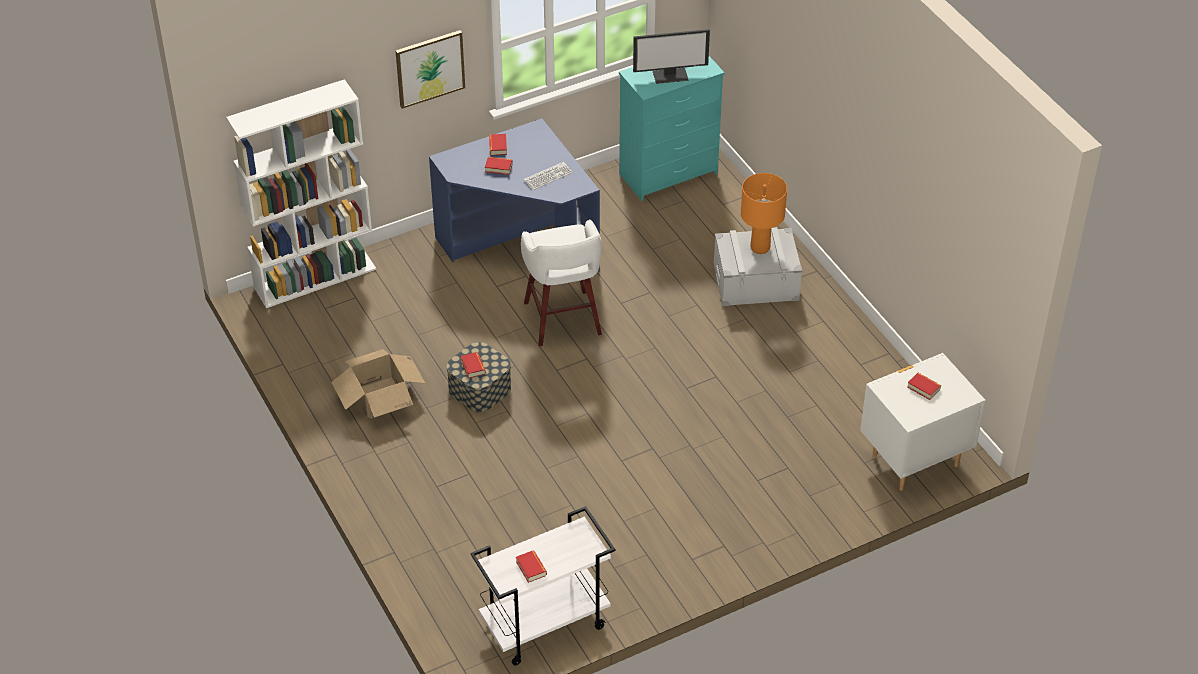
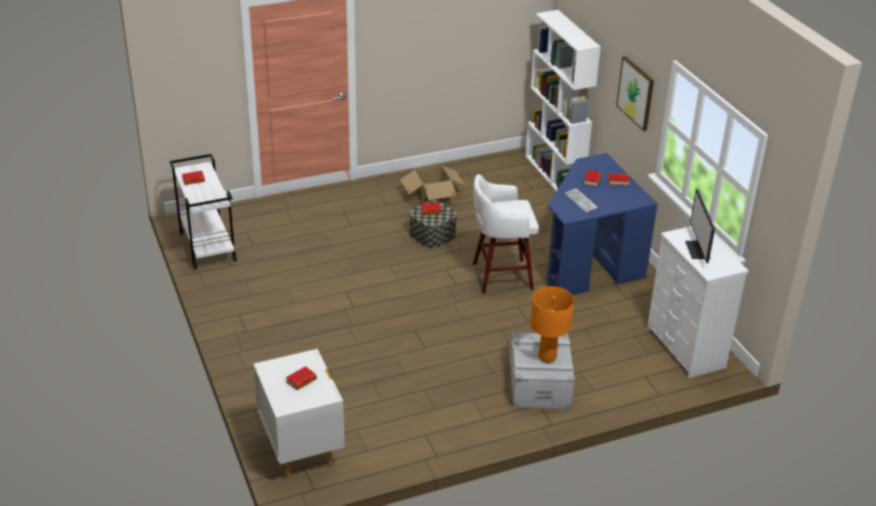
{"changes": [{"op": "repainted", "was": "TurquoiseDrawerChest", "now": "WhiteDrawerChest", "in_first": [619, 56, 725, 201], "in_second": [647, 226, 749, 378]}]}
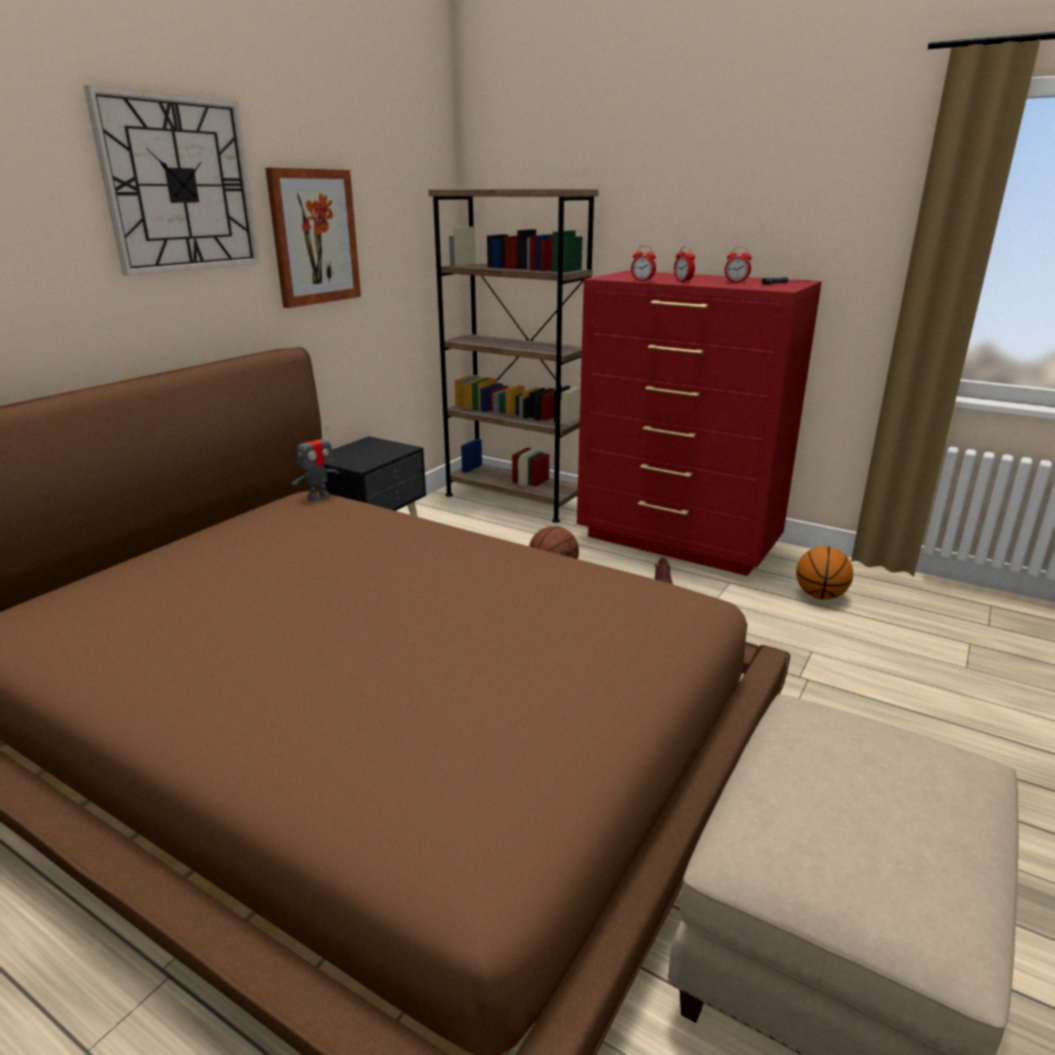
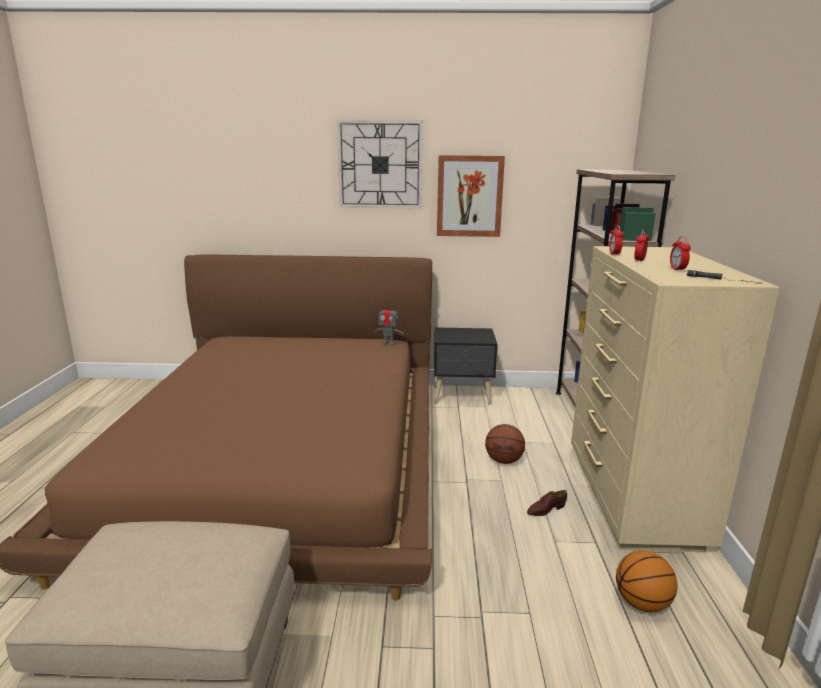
{"changes": [{"op": "repainted", "was": "RedDrawerChest", "now": "BeigeColouredDrawerChest", "in_first": [577, 271, 822, 576], "in_second": [571, 246, 780, 552]}]}
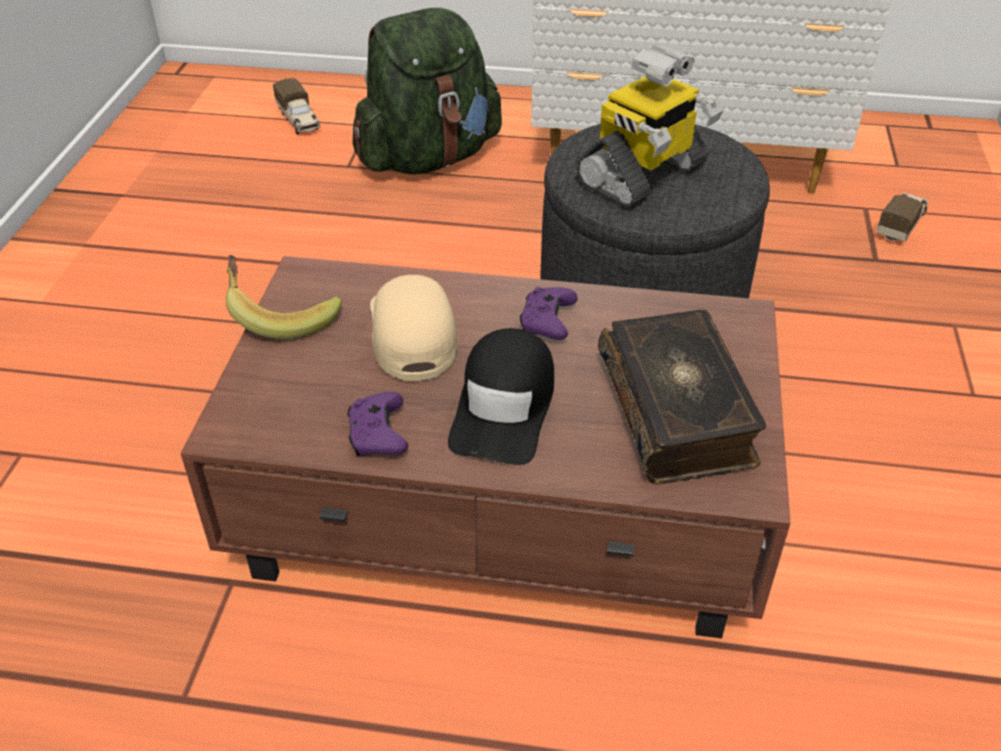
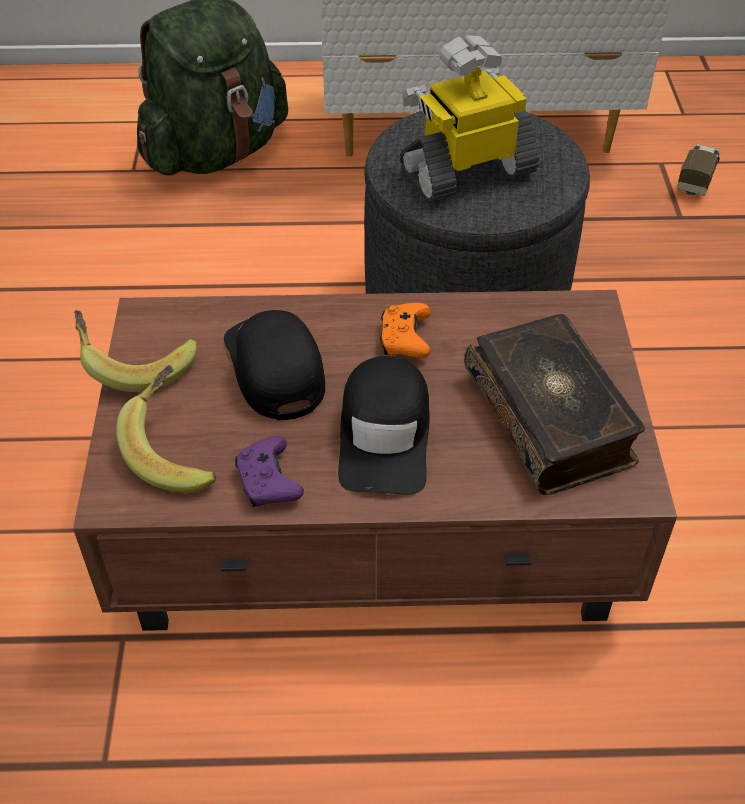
{"changes": [{"op": "gone", "was": "ModelTruck", "in_first": [273, 78, 321, 134]}, {"op": "new", "now": "Banana", "in_second": [116, 365, 216, 493]}, {"op": "repainted", "was": "BeigeColouredBaseballCap", "now": "BlackColouredBaseballCap", "in_first": [370, 275, 458, 381], "in_second": [224, 310, 325, 420]}, {"op": "repainted", "was": "PurpleGameController", "now": "OrangeyGameController", "in_first": [520, 287, 578, 340], "in_second": [380, 303, 431, 358]}, {"op": "rotated", "was": "ToyRobot", "in_first": [576, 45, 724, 208], "in_second": [400, 35, 539, 202], "clockwise": -150}]}
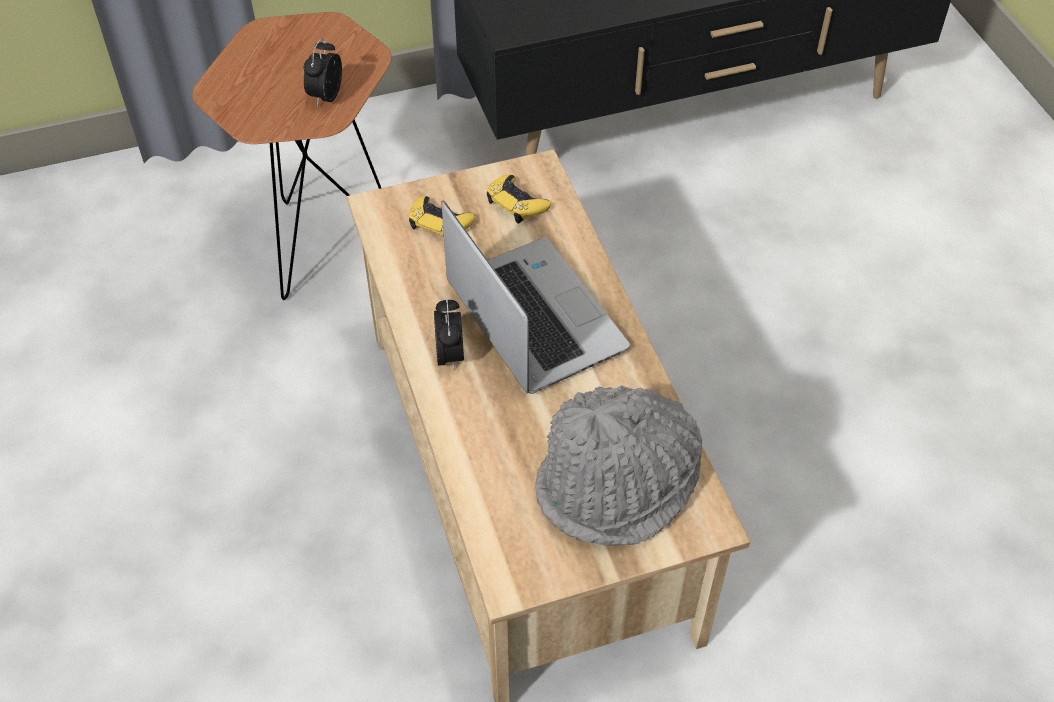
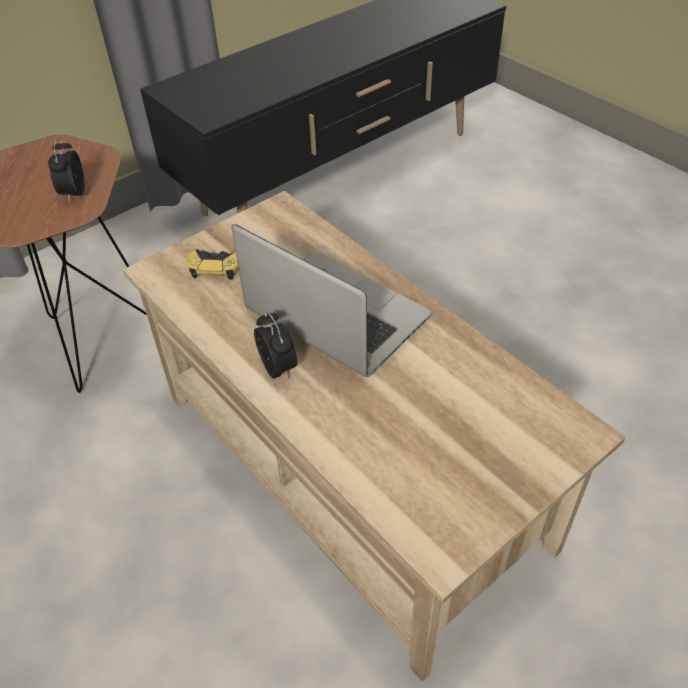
{"changes": [{"op": "gone", "was": "YellowGameController", "in_first": [487, 175, 551, 223]}, {"op": "gone", "was": "GrayClothingHat", "in_first": [536, 385, 702, 546]}]}
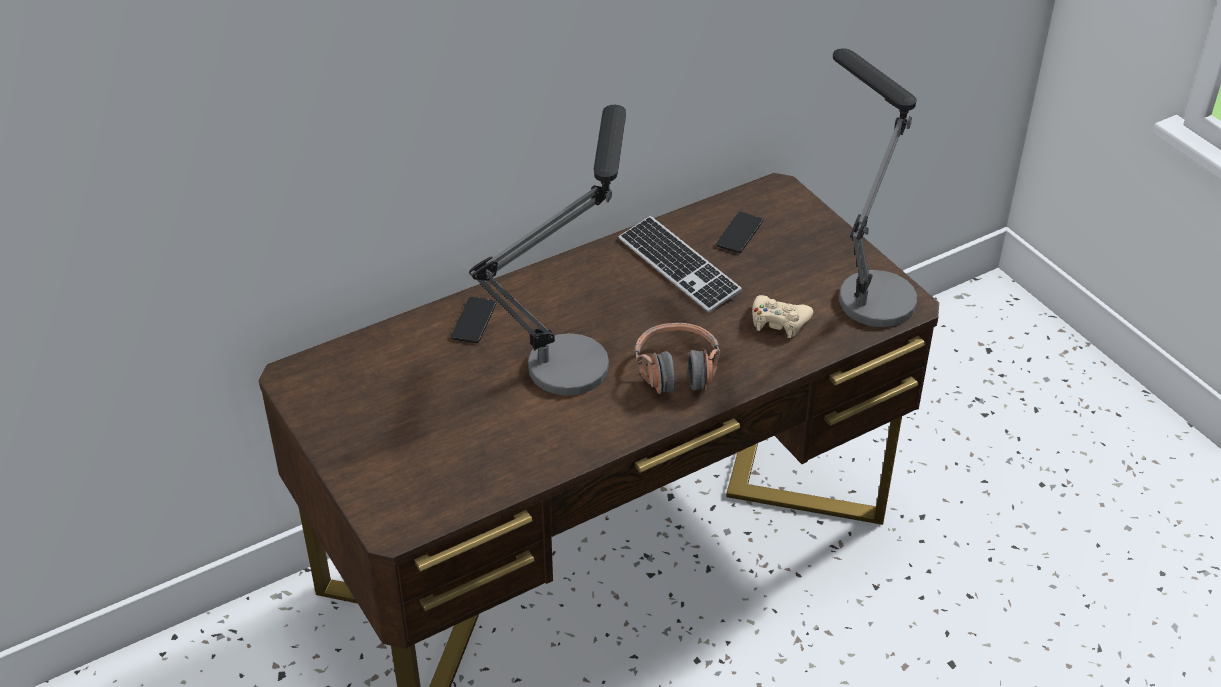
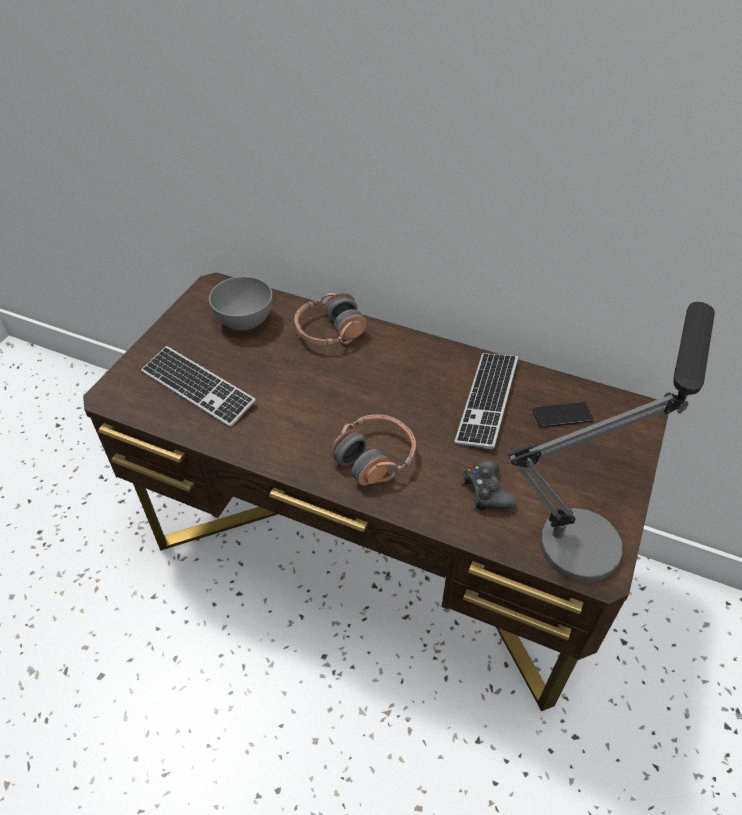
{"changes": [{"op": "gone", "was": "TabletopLamp", "in_first": [469, 105, 626, 396]}, {"op": "new", "now": "ComputerKeyboard", "in_second": [141, 346, 256, 427]}, {"op": "new", "now": "GrayServingBowl", "in_second": [209, 276, 273, 330]}, {"op": "swapped", "was": "Handset", "now": "PairOfHeadphones", "in_first": [451, 297, 497, 343], "in_second": [294, 293, 367, 346]}, {"op": "repainted", "was": "BeigeColouredGameController", "now": "BlackColouredGameController", "in_first": [752, 295, 813, 338], "in_second": [462, 460, 517, 510]}]}
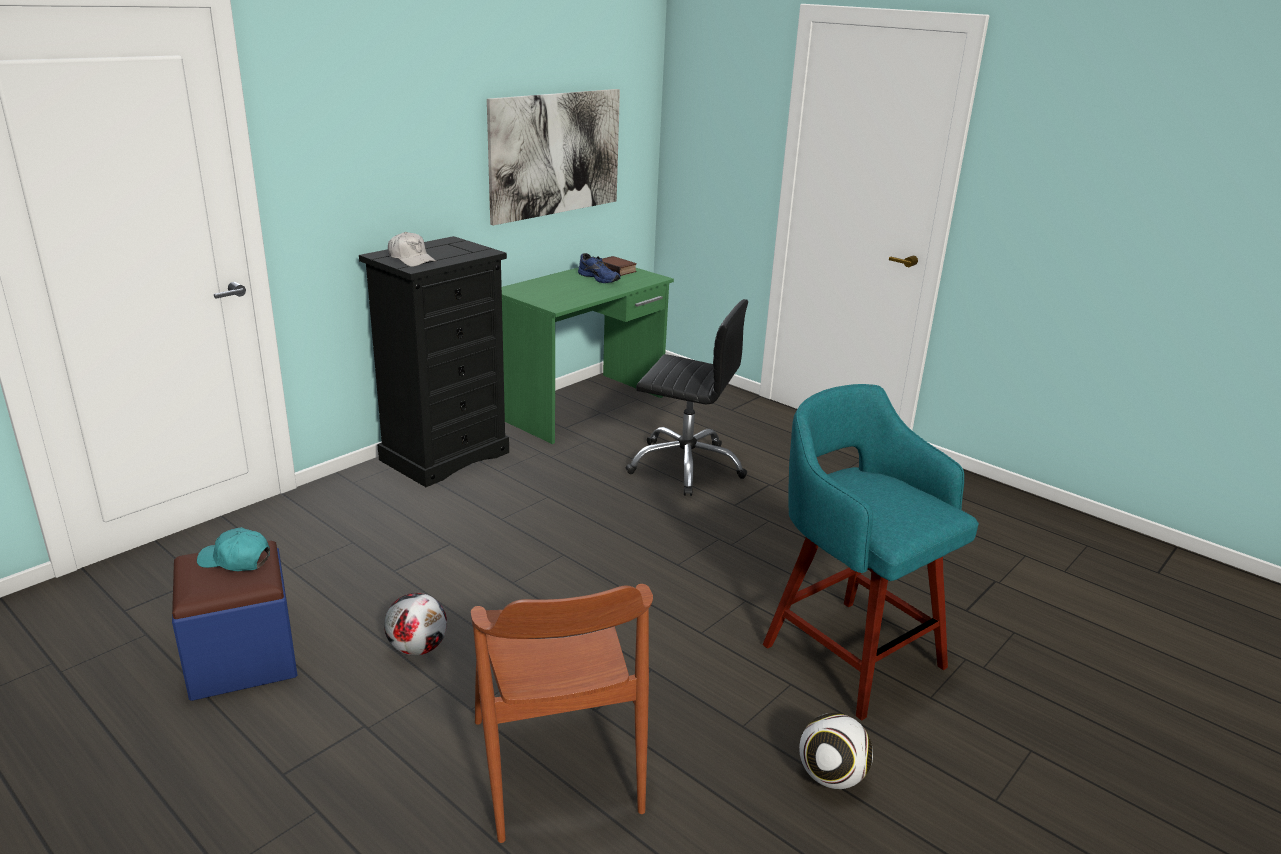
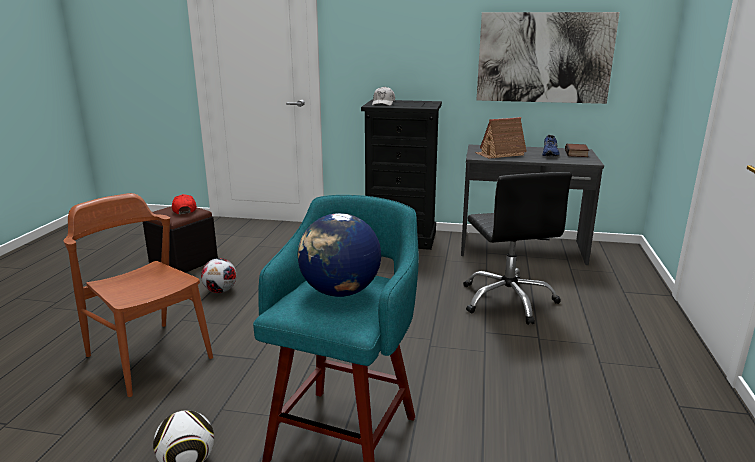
{"changes": [{"op": "new", "now": "Globe", "in_second": [298, 213, 381, 297]}, {"op": "new", "now": "ModelHouse", "in_second": [475, 117, 527, 159]}, {"op": "repainted", "was": "BlueOttoman", "now": "BlackColouredOttoman", "in_first": [172, 541, 297, 701], "in_second": [143, 206, 218, 273]}, {"op": "repainted", "was": "TurquoiseBaseballCap", "now": "RedBaseballCap", "in_first": [197, 527, 270, 571], "in_second": [172, 194, 197, 214]}, {"op": "repainted", "was": "GreenColouredDesk", "now": "GrayDesk", "in_first": [502, 267, 674, 444], "in_second": [461, 145, 604, 265]}, {"op": "rotated", "was": "BrownPlainChair", "in_first": [471, 584, 653, 843], "in_second": [64, 193, 213, 397], "clockwise": 90}]}
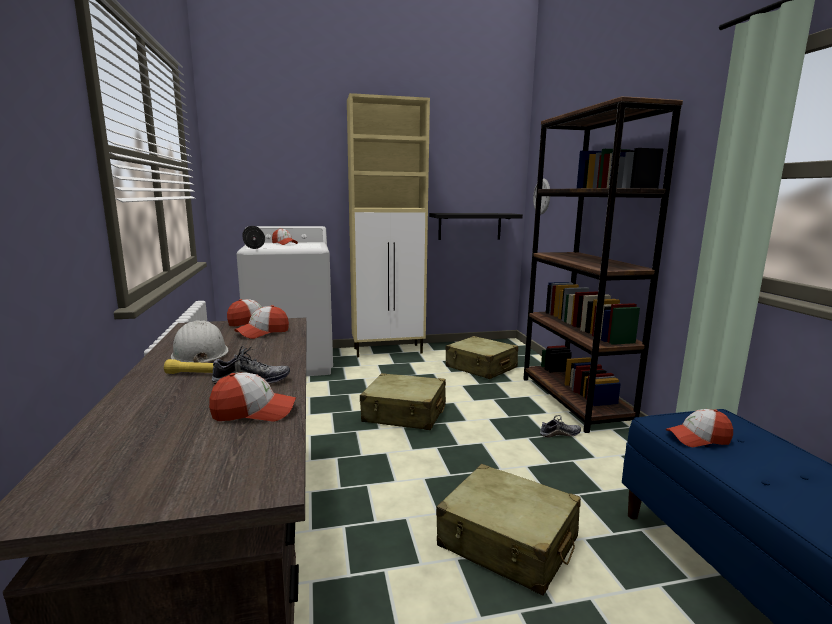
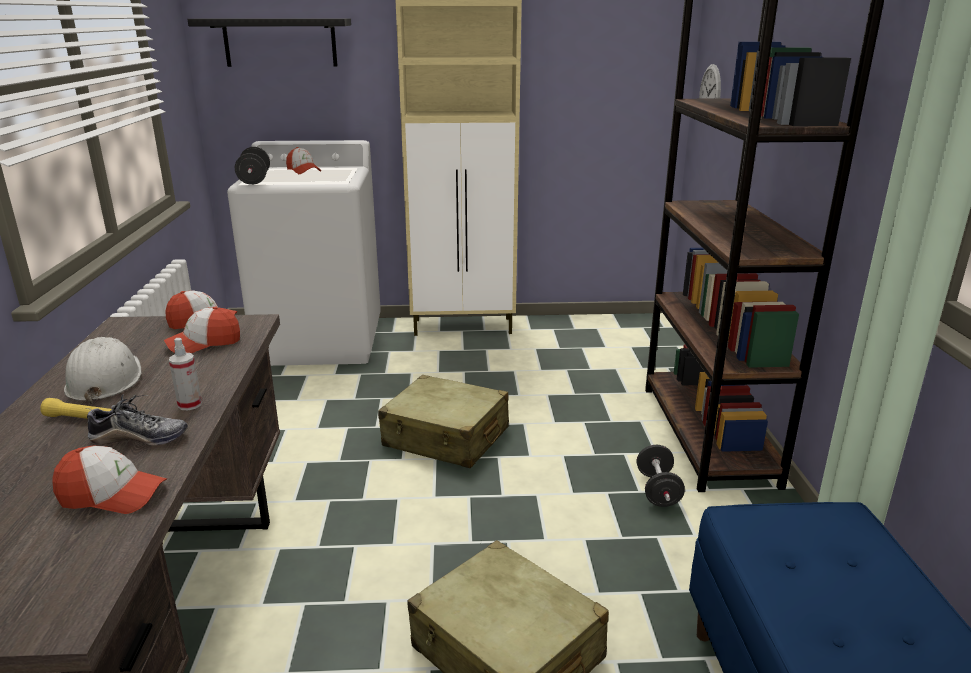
{"changes": [{"op": "gone", "was": "BeigeColouredTravelCase", "in_first": [446, 336, 518, 379]}, {"op": "gone", "was": "BaseballCap", "in_first": [666, 409, 733, 447]}, {"op": "new", "now": "HandSprayer", "in_second": [169, 338, 202, 410]}, {"op": "shifted", "was": "BlackColouredWallShelf", "in_first": [429, 213, 523, 240], "in_second": [187, 18, 351, 67]}, {"op": "swapped", "was": "Shoe", "now": "BlackColouredFreeWeight", "in_first": [540, 415, 581, 438], "in_second": [637, 445, 685, 507]}]}
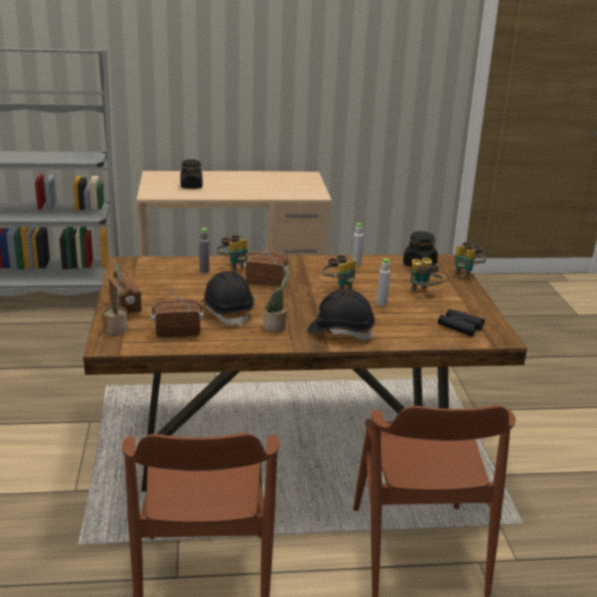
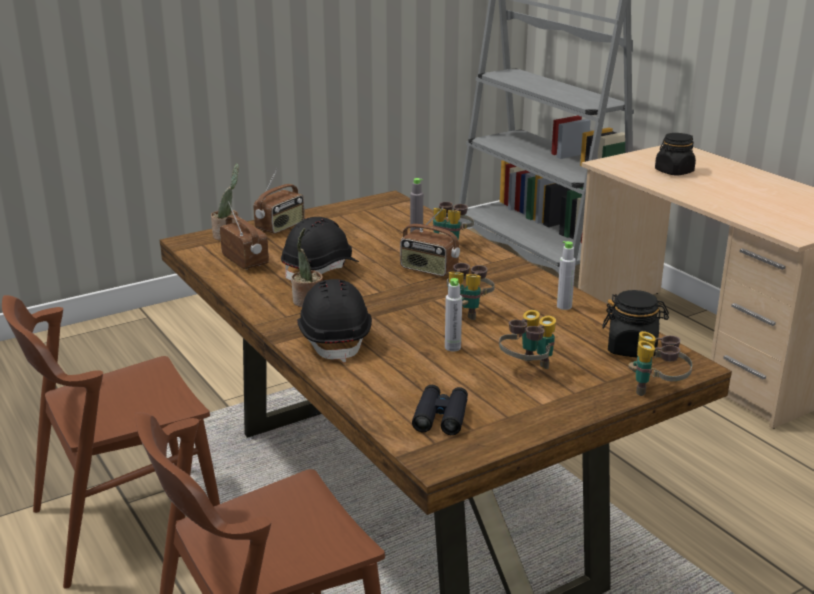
{"changes": [{"op": "rotated", "was": "RadioSet", "in_first": [243, 241, 289, 287], "in_second": [400, 208, 460, 276], "clockwise": 135}]}
